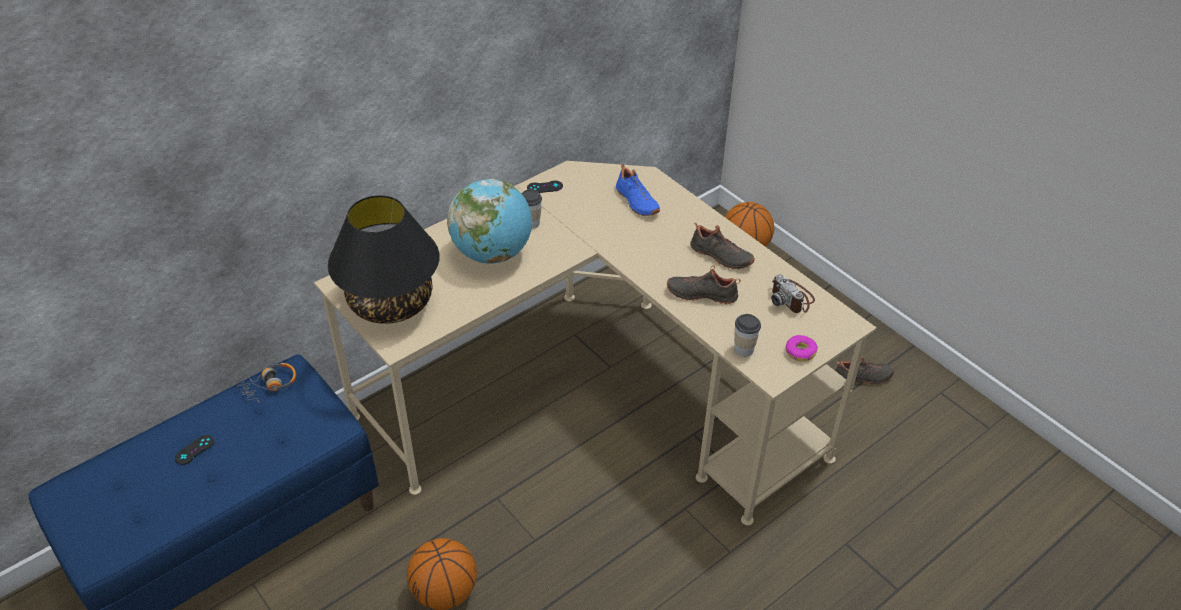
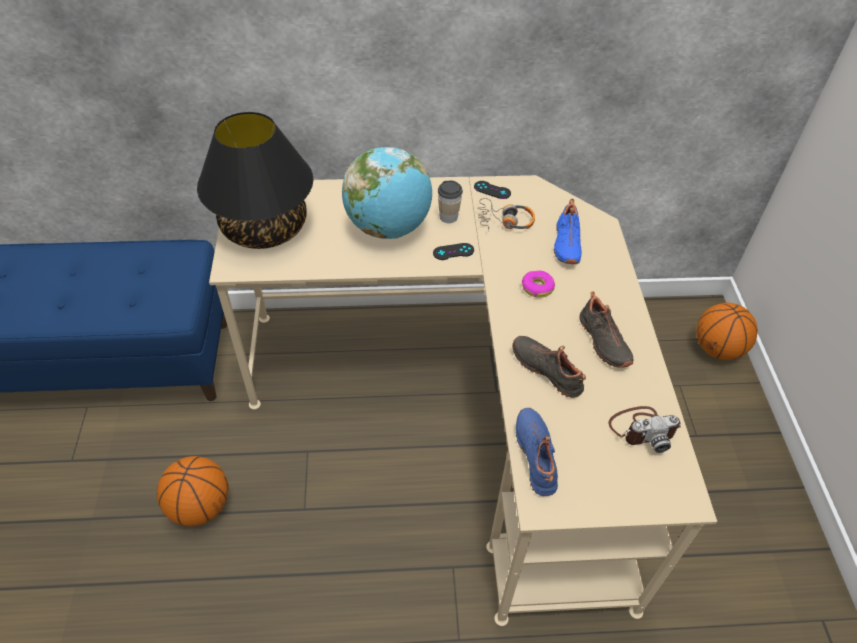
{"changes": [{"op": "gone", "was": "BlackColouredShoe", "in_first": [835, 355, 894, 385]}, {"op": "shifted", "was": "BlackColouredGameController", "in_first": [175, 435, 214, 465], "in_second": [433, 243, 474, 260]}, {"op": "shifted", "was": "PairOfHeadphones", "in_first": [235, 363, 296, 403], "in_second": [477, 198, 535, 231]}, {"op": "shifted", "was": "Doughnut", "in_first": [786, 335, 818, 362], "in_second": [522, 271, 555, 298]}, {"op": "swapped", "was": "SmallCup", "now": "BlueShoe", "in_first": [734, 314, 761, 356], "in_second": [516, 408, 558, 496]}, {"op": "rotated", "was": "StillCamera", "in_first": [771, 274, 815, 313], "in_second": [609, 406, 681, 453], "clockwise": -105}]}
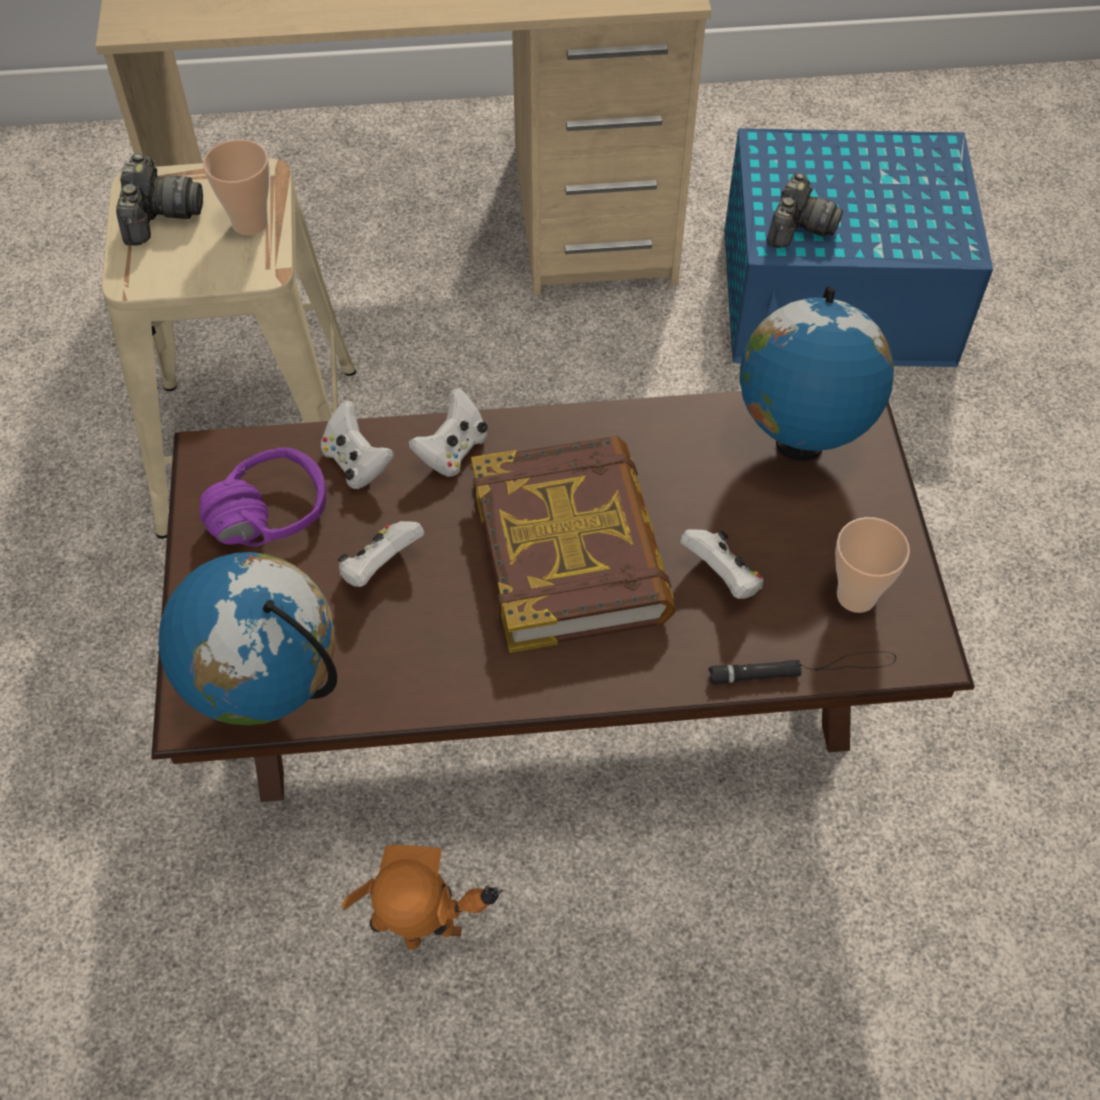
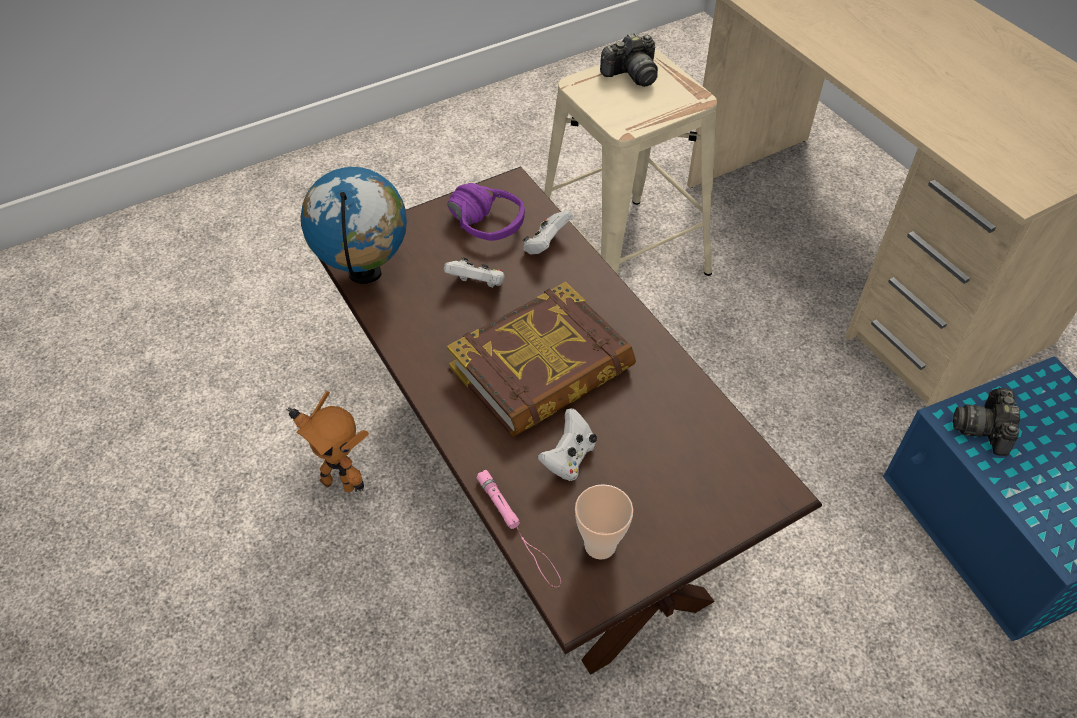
{"changes": [{"op": "gone", "was": "SmallCup", "in_first": [203, 139, 269, 235]}, {"op": "gone", "was": "WhiteGameController", "in_first": [408, 389, 488, 477]}, {"op": "gone", "was": "Globe", "in_first": [740, 286, 894, 461]}, {"op": "repainted", "was": "BlackColouredTorch", "now": "PinkTorch", "in_first": [709, 652, 896, 684], "in_second": [476, 470, 561, 587]}, {"op": "rotated", "was": "ToyRobot", "in_first": [341, 845, 503, 950], "in_second": [286, 391, 369, 492], "clockwise": 150}, {"op": "rotated", "was": "StillCamera", "in_first": [766, 173, 843, 248], "in_second": [953, 387, 1020, 456], "clockwise": 105}]}
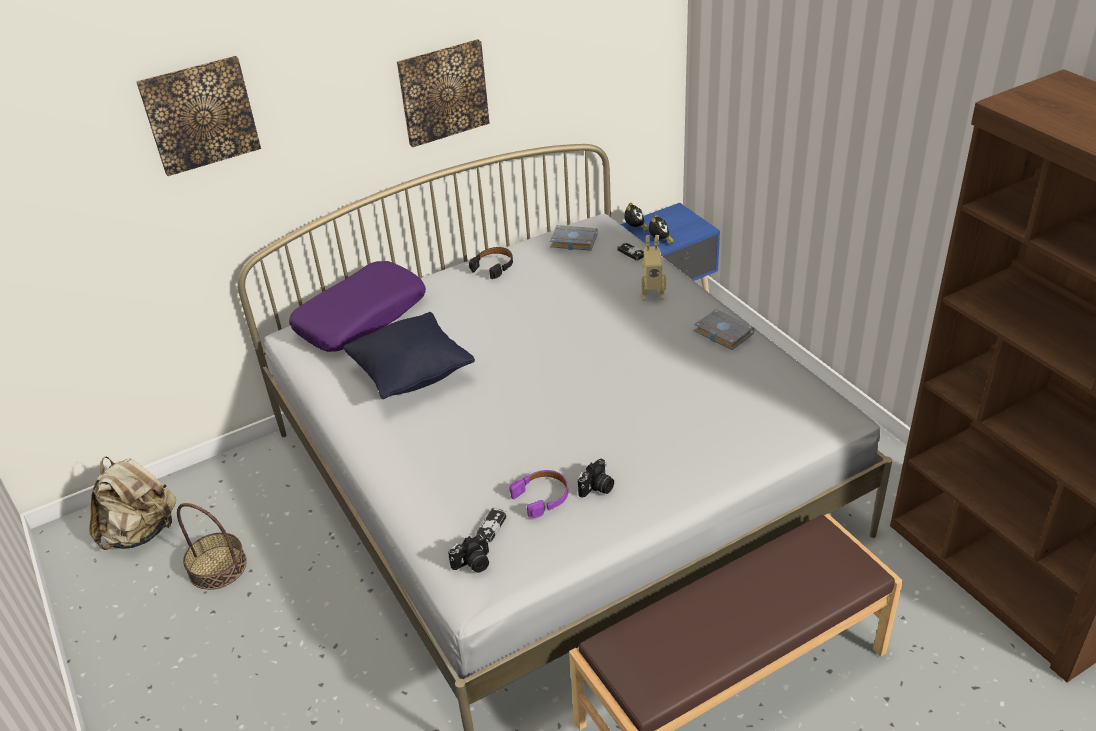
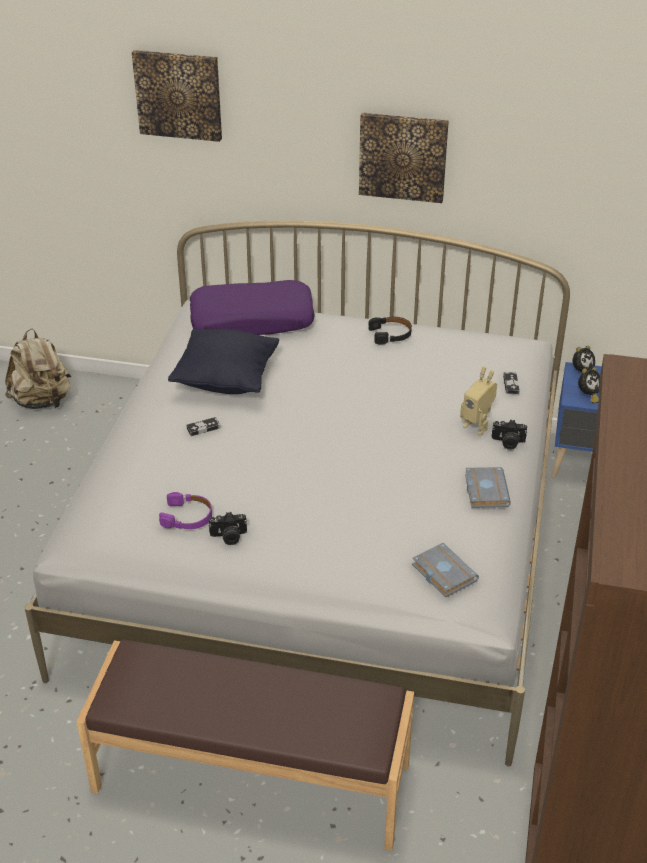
{"changes": [{"op": "gone", "was": "Basket", "in_first": [177, 503, 247, 590]}, {"op": "shifted", "was": "StillCamera", "in_first": [448, 534, 489, 573], "in_second": [492, 419, 527, 450]}, {"op": "shifted", "was": "GameController", "in_first": [476, 508, 507, 542], "in_second": [186, 417, 220, 436]}, {"op": "shifted", "was": "GrayBook", "in_first": [550, 225, 598, 251], "in_second": [412, 543, 479, 598]}]}
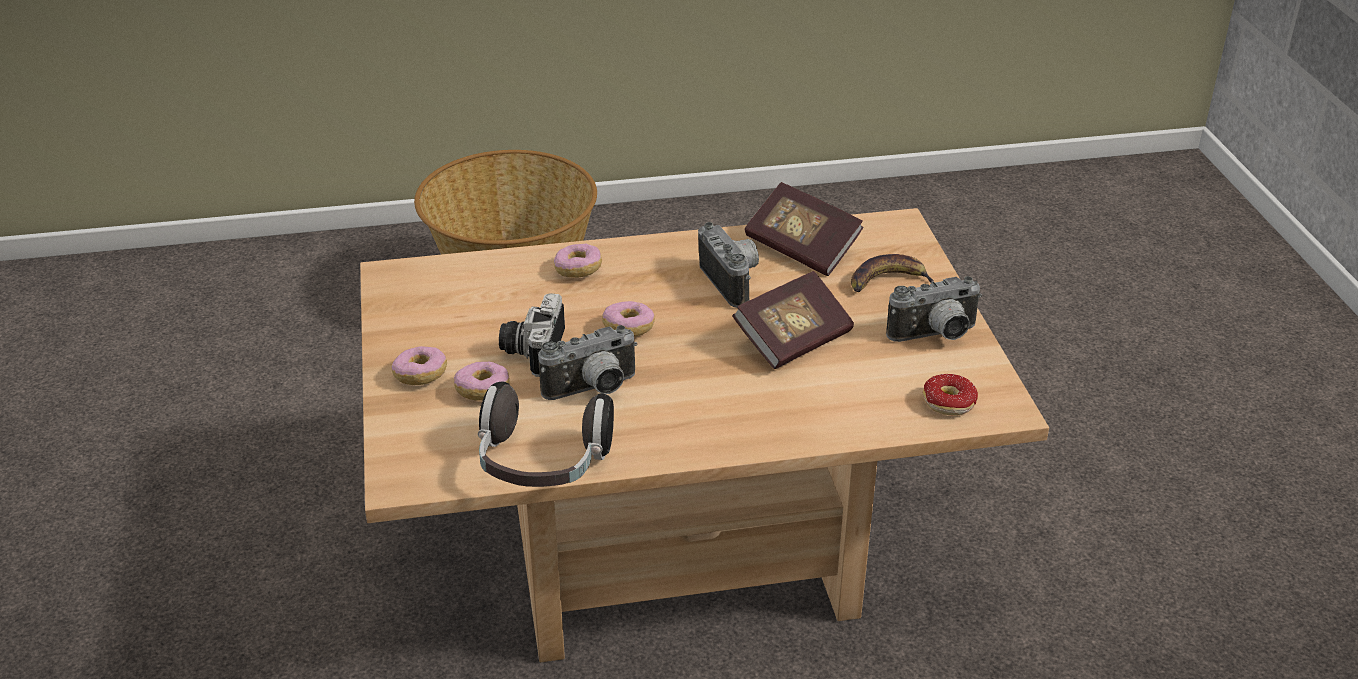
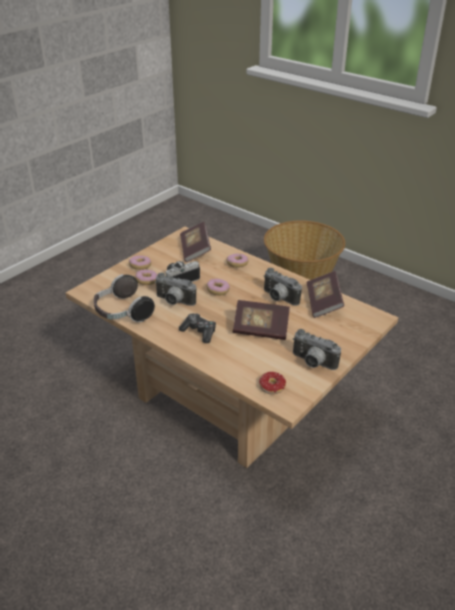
{"changes": [{"op": "gone", "was": "Banana", "in_first": [851, 254, 935, 292]}, {"op": "new", "now": "GameController", "in_second": [179, 313, 216, 343]}, {"op": "new", "now": "Book", "in_second": [180, 222, 211, 262]}, {"op": "rotated", "was": "StillCamera", "in_first": [698, 222, 759, 308], "in_second": [264, 268, 302, 306], "clockwise": 105}]}
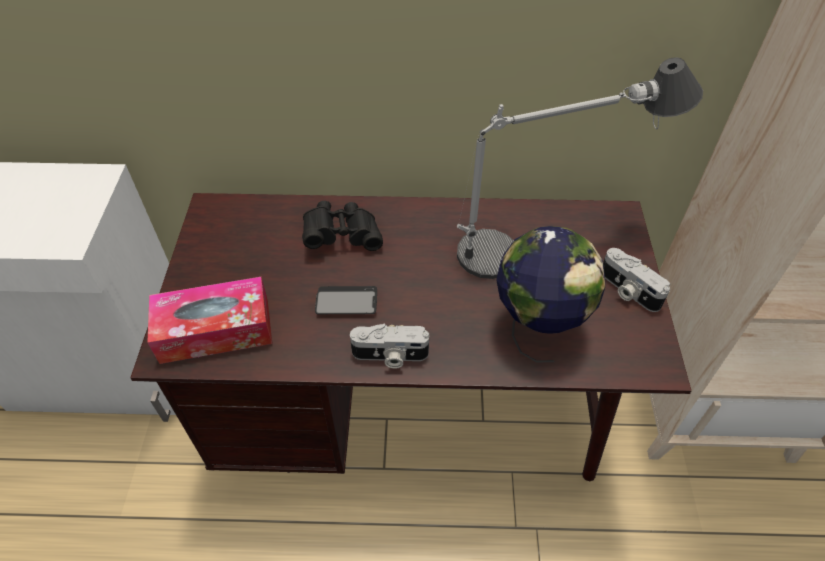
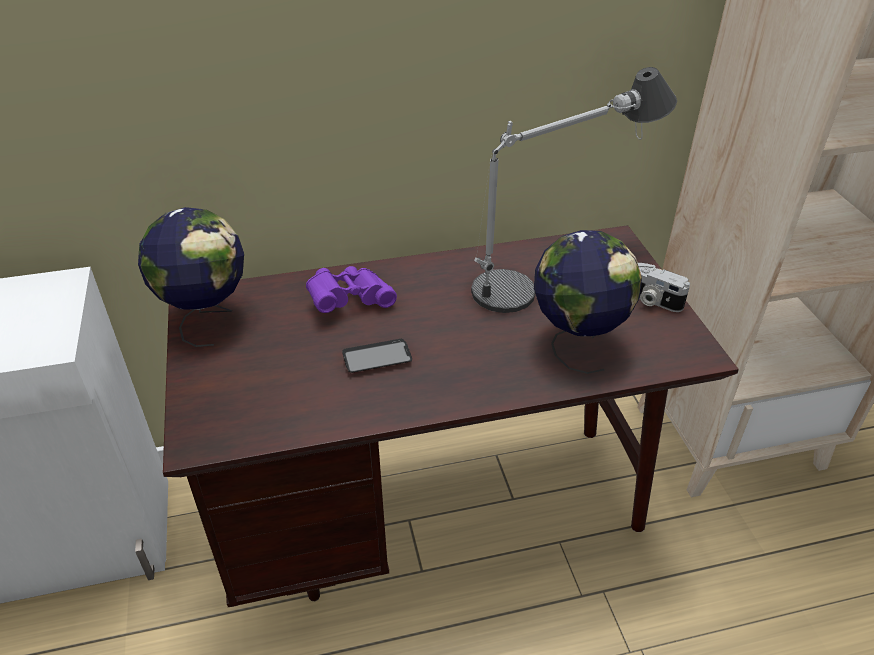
{"changes": [{"op": "gone", "was": "TissueBox", "in_first": [147, 277, 272, 364]}, {"op": "gone", "was": "StillCamera", "in_first": [350, 324, 429, 369]}, {"op": "new", "now": "Globe", "in_second": [138, 207, 244, 347]}, {"op": "repainted", "was": "BlackColouredBinoculars", "now": "PurpleBinoculars", "in_first": [302, 201, 383, 251], "in_second": [306, 266, 397, 313]}]}
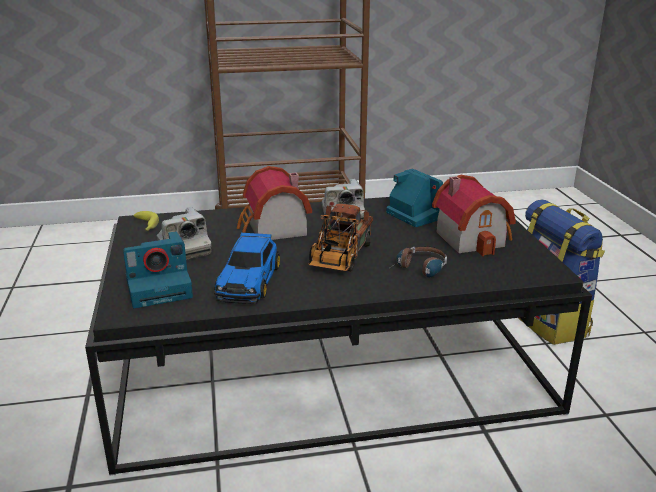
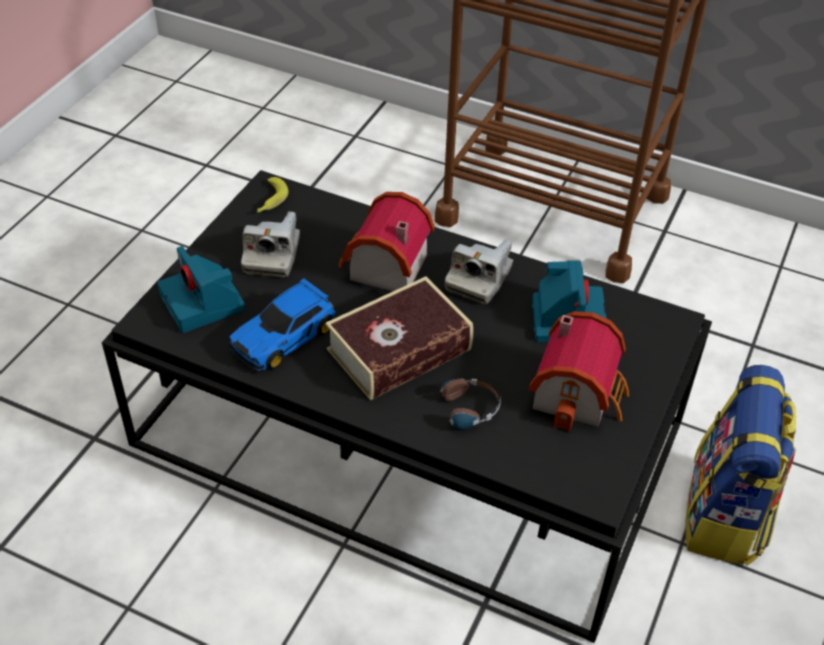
{"changes": [{"op": "swapped", "was": "ModelTruck", "now": "Book", "in_first": [308, 204, 373, 271], "in_second": [325, 276, 473, 401]}, {"op": "rotated", "was": "StillCamera", "in_first": [123, 231, 193, 308], "in_second": [157, 246, 246, 333], "clockwise": 45}]}
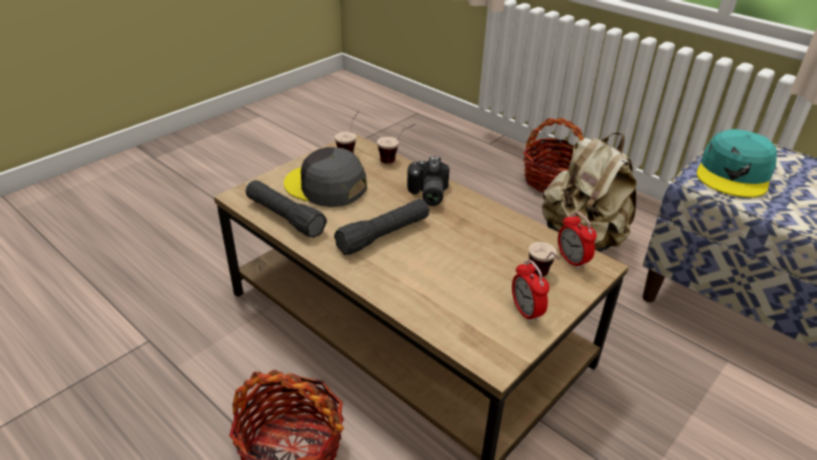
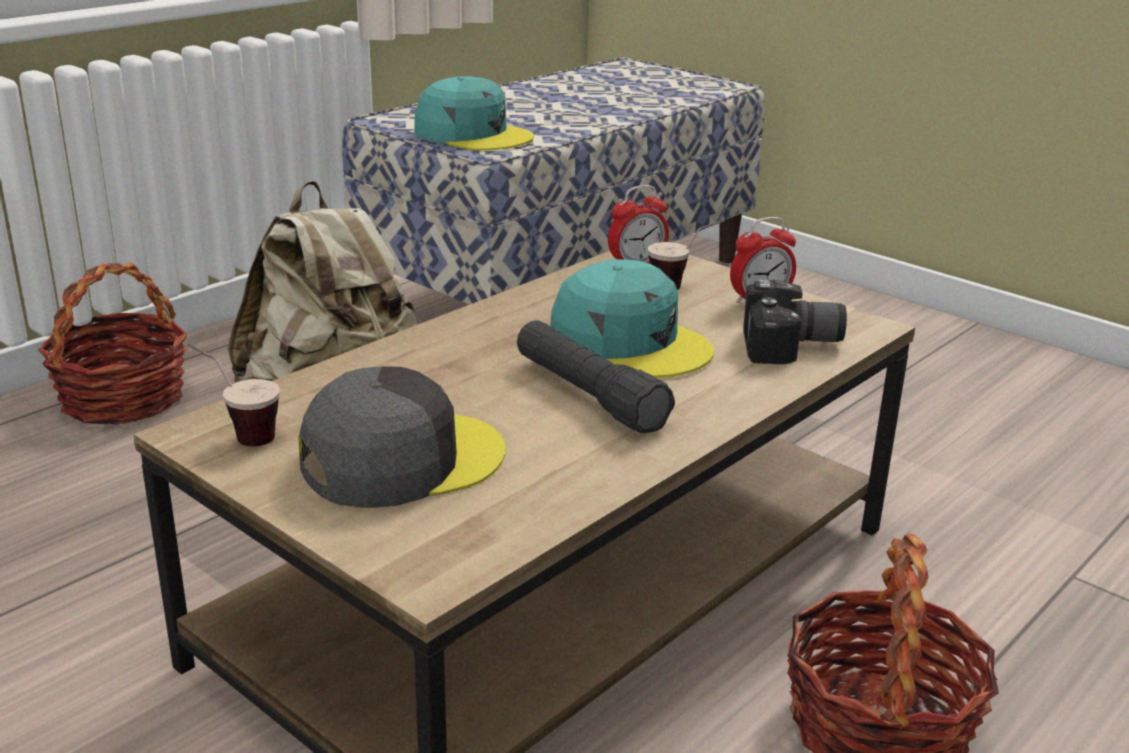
{"changes": [{"op": "gone", "was": "BlackColouredTorch", "in_first": [246, 180, 327, 238]}, {"op": "gone", "was": "SmallCup", "in_first": [377, 124, 416, 164]}, {"op": "new", "now": "TurquoiseBaseballCap", "in_second": [550, 259, 714, 378]}, {"op": "shifted", "was": "StillCamera", "in_first": [407, 156, 449, 206], "in_second": [743, 280, 847, 364]}, {"op": "rotated", "was": "GrayBaseballCap", "in_first": [284, 147, 367, 207], "in_second": [299, 366, 505, 508], "clockwise": -150}]}
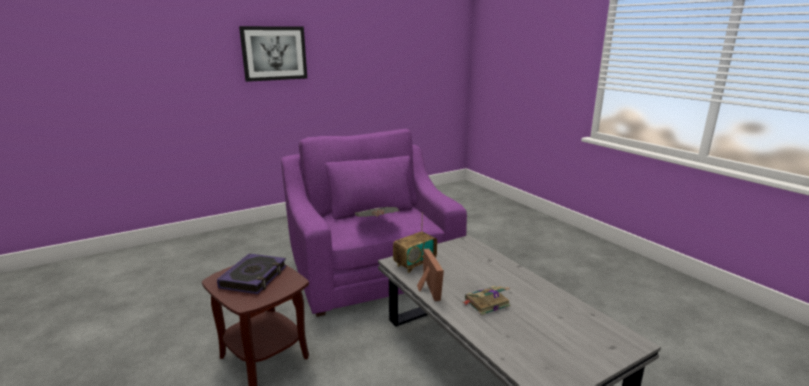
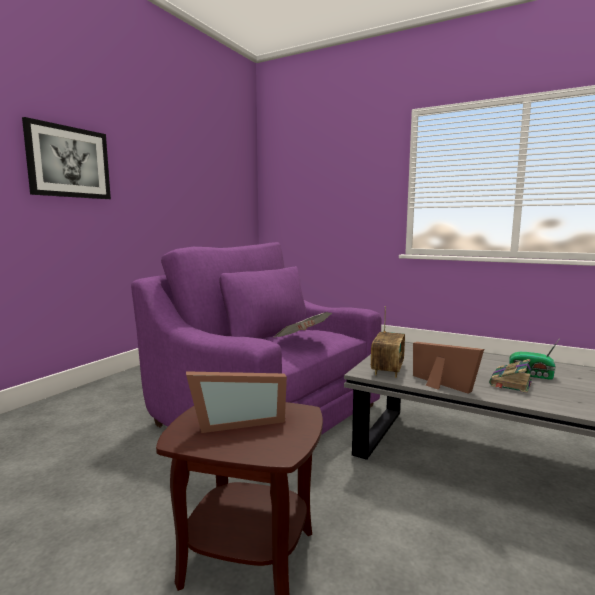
{"changes": [{"op": "new", "now": "RadioSet", "in_second": [509, 338, 560, 380]}, {"op": "swapped", "was": "Book", "now": "StandingFrame", "in_first": [217, 253, 286, 294], "in_second": [186, 371, 287, 433]}]}
